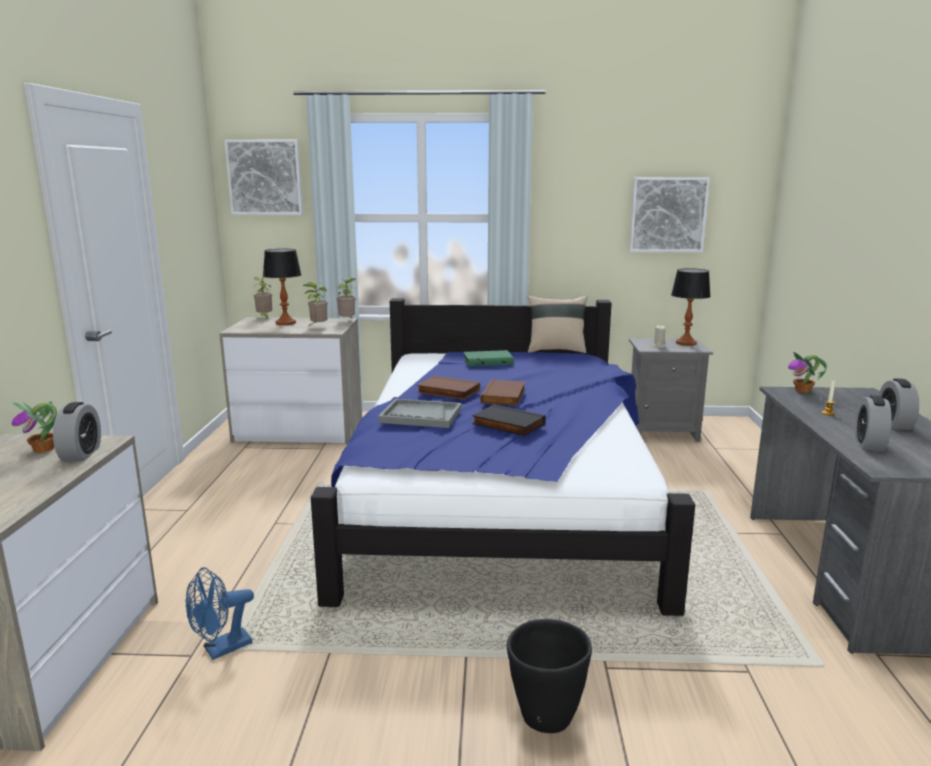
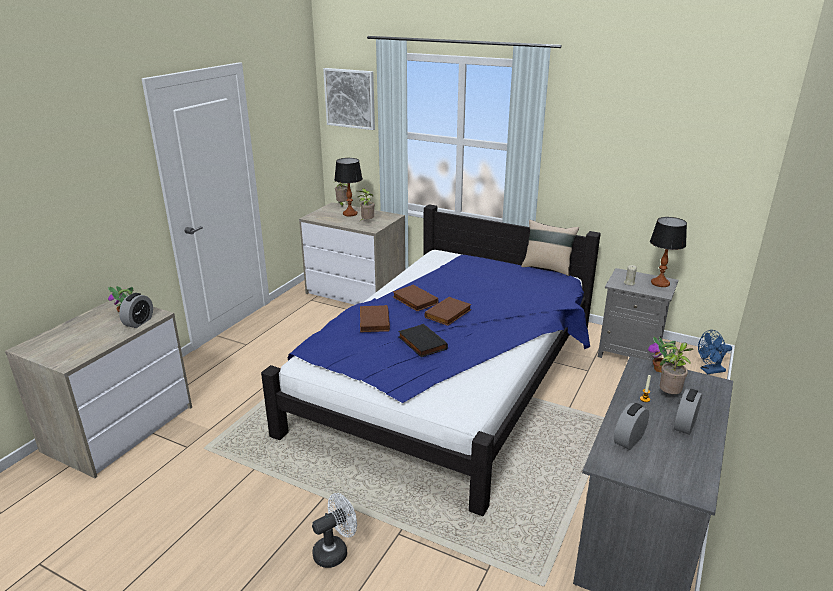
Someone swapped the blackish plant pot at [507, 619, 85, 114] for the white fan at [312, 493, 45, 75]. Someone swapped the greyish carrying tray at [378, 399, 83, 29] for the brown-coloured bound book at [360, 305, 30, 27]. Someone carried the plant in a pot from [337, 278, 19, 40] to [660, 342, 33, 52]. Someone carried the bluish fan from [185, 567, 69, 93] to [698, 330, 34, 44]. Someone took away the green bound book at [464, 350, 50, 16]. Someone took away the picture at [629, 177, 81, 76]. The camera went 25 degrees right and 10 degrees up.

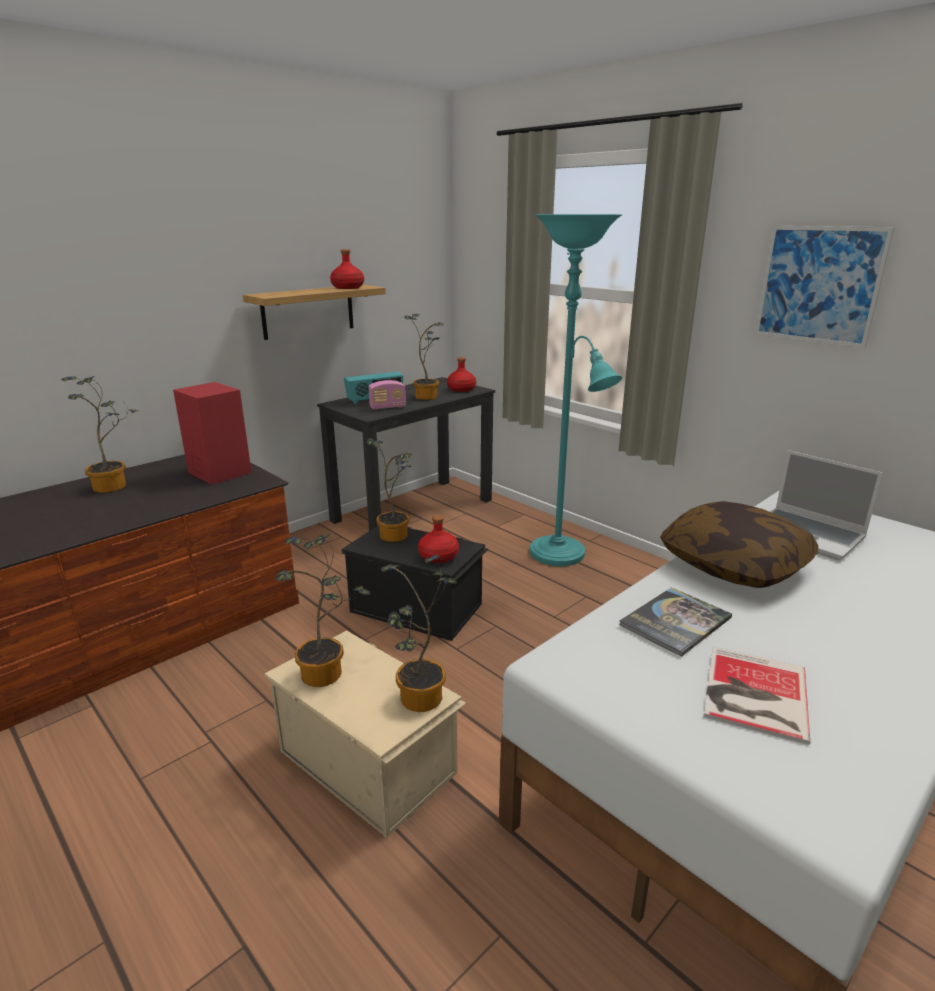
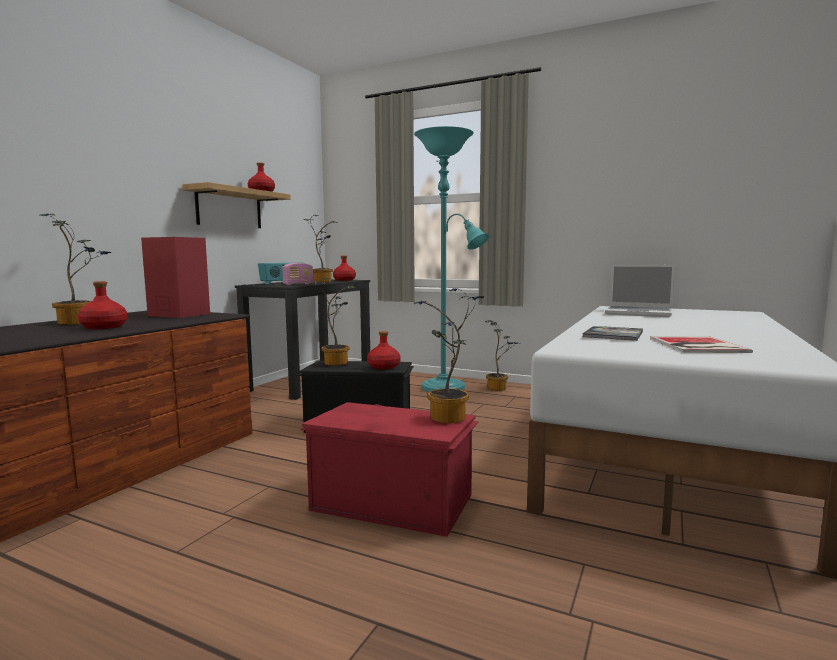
Someone put down the red-coloured bottle at [78, 281, 49, 48]. Someone repainted the sand-coloured storage bin at [265, 630, 202, 208], which became the red-coloured storage bin at [301, 402, 178, 135]. Someone carried the plant in a pot from [275, 534, 95, 153] to [485, 320, 33, 71]. Someone took away the pillow at [660, 501, 158, 87]. Someone took away the picture at [755, 226, 140, 122]. The camera went 20 degrees left and 15 degrees down.

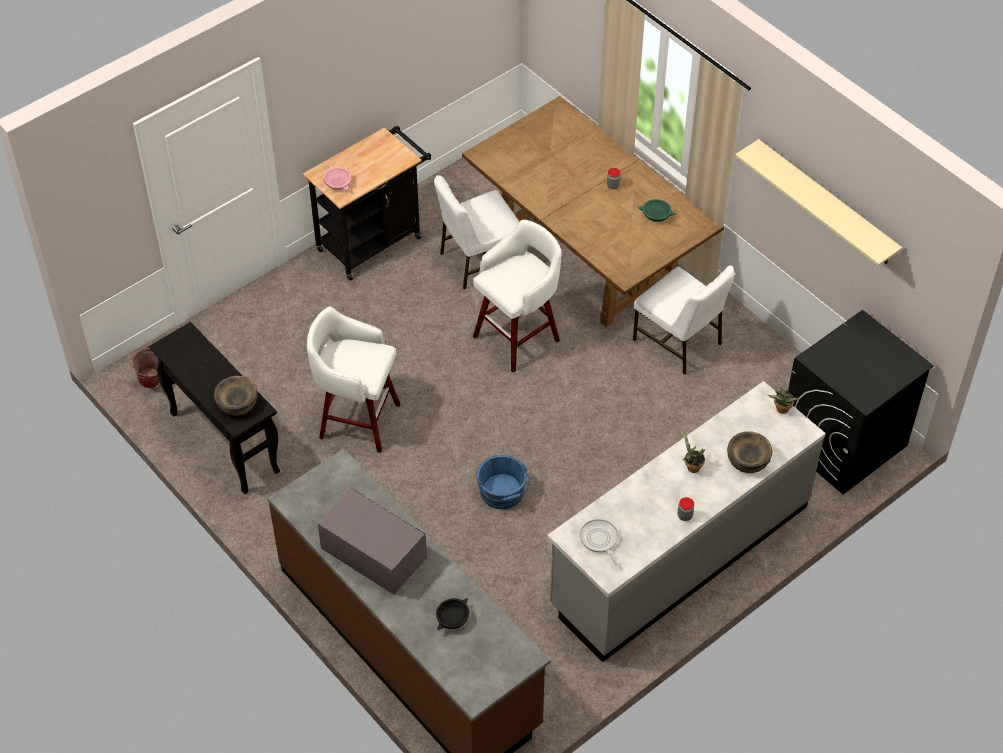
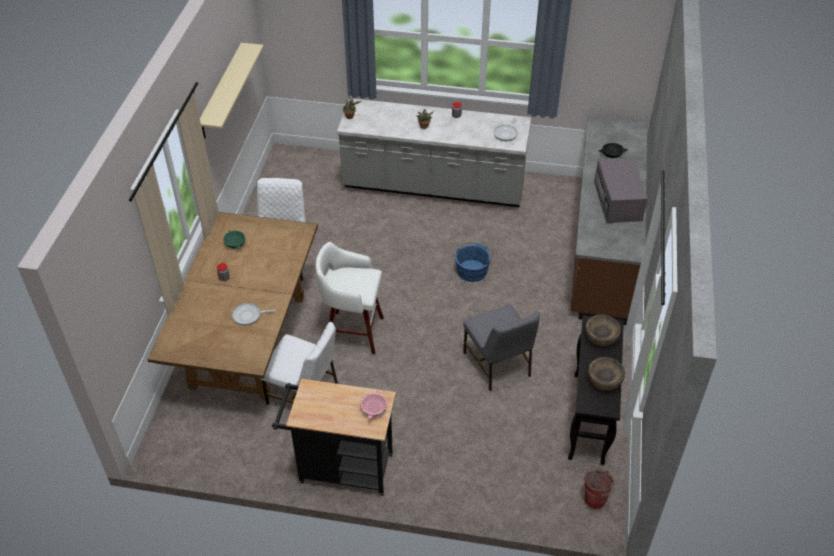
Someone put down the frying pan at [232, 303, 44, 23]. Someone swapped the white sitting stool at [307, 307, 94, 146] for the greyish plain chair at [463, 305, 77, 86]. Someone carried the brown-coloured deep dish from [727, 431, 45, 42] to [588, 357, 37, 34]. Someone took away the blackish washing machine at [788, 310, 146, 185]. The camera went 130 degrees left and 5 degrees down.

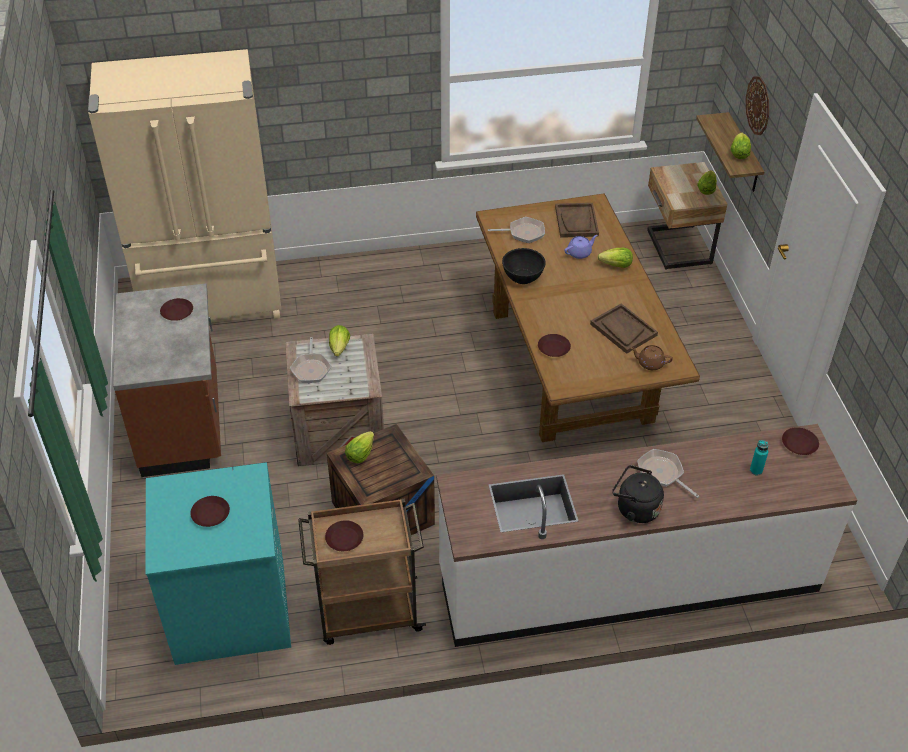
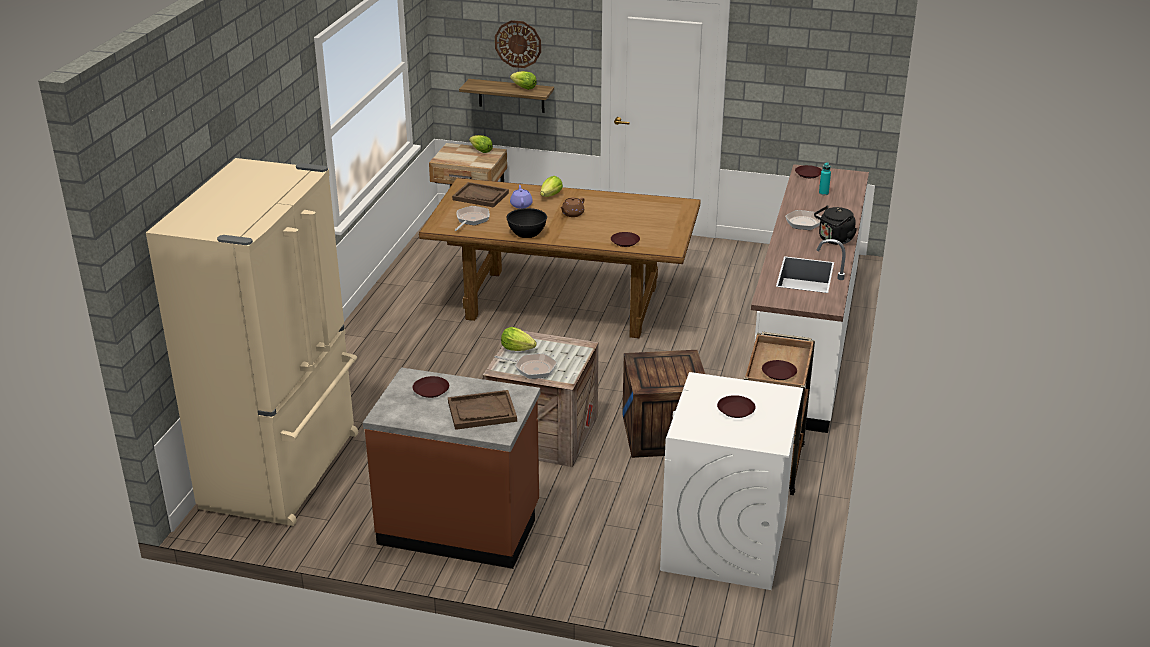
Someone carried the brown-coloured carrying tray from [590, 304, 68, 50] to [448, 390, 69, 40]. Someone carried the brown-coloured teapot from [630, 345, 43, 25] to [560, 197, 24, 20]. Someone repainted the blue-green washing machine at [145, 462, 146, 203], which became the white washing machine at [660, 372, 143, 218]. Someone took away the lettuce at [345, 431, 29, 32]. The camera went 65 degrees left and 15 degrees down.

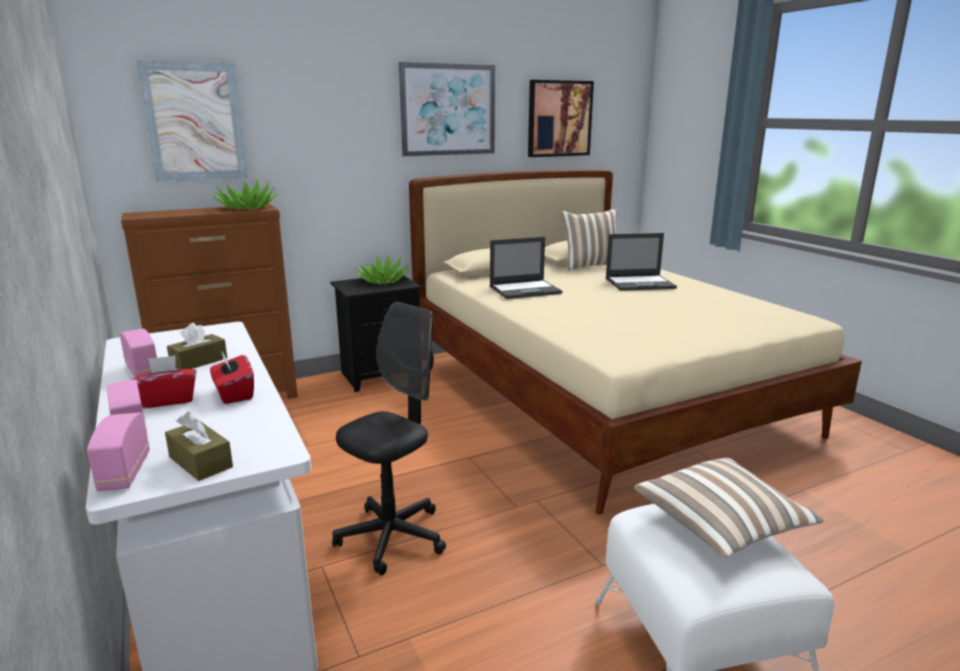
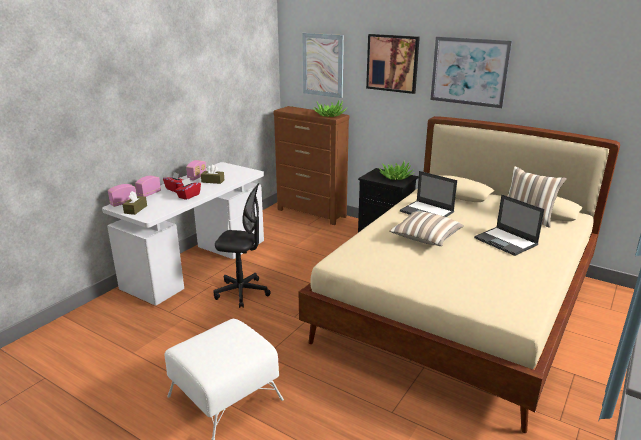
Someone carried the picture from [528, 80, 66, 77] to [366, 34, 54, 60]. Someone carried the pillow from [634, 458, 190, 100] to [389, 211, 75, 35]. The camera went 60 degrees right and 5 degrees up.

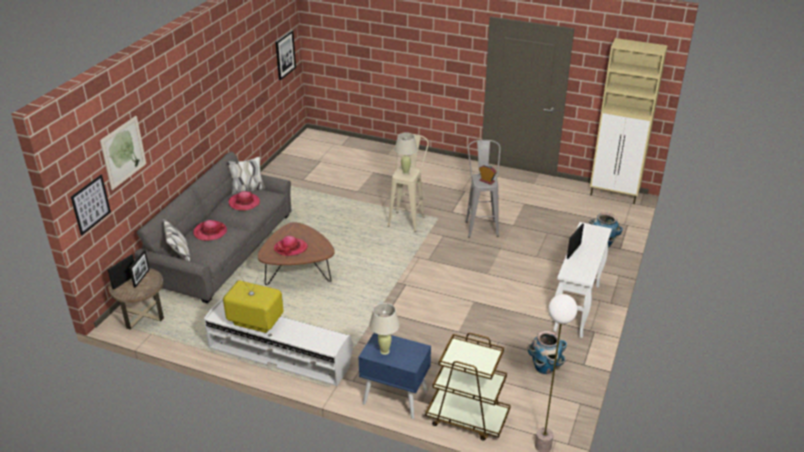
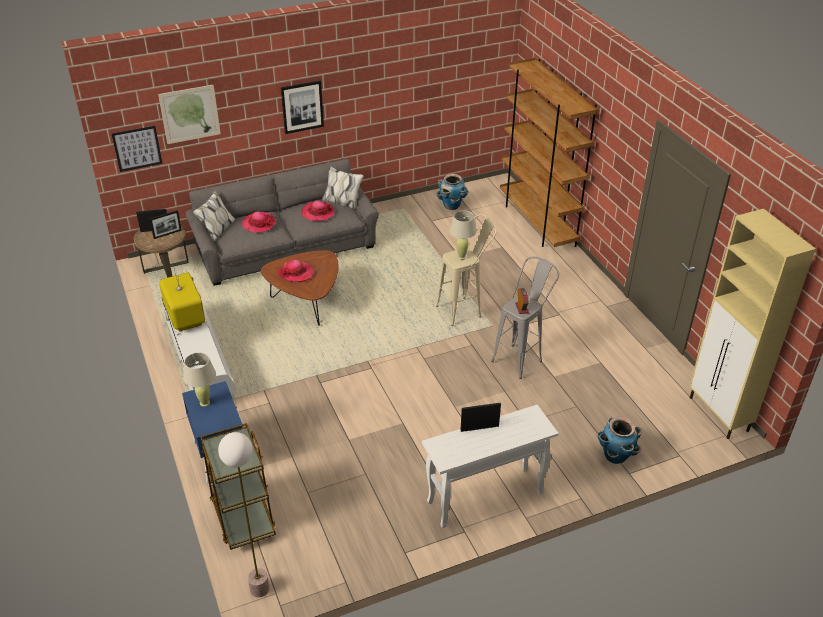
Someone carried the picture from [275, 30, 21, 50] to [281, 81, 43, 53]. Someone carried the plant pot from [527, 331, 40, 43] to [436, 174, 33, 36]. Someone put down the brown-coloured bookcase at [500, 58, 99, 189]. The camera went 45 degrees right and 5 degrees up.

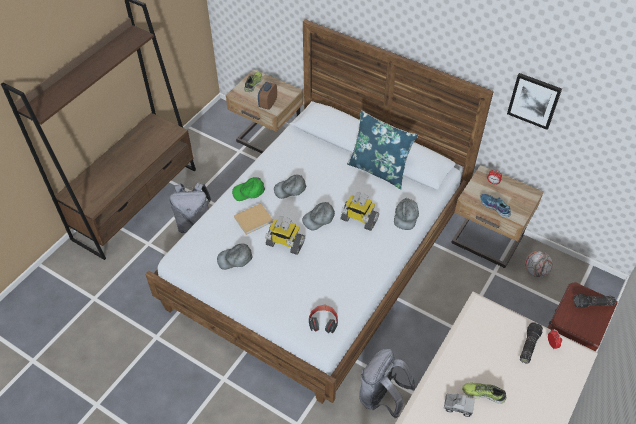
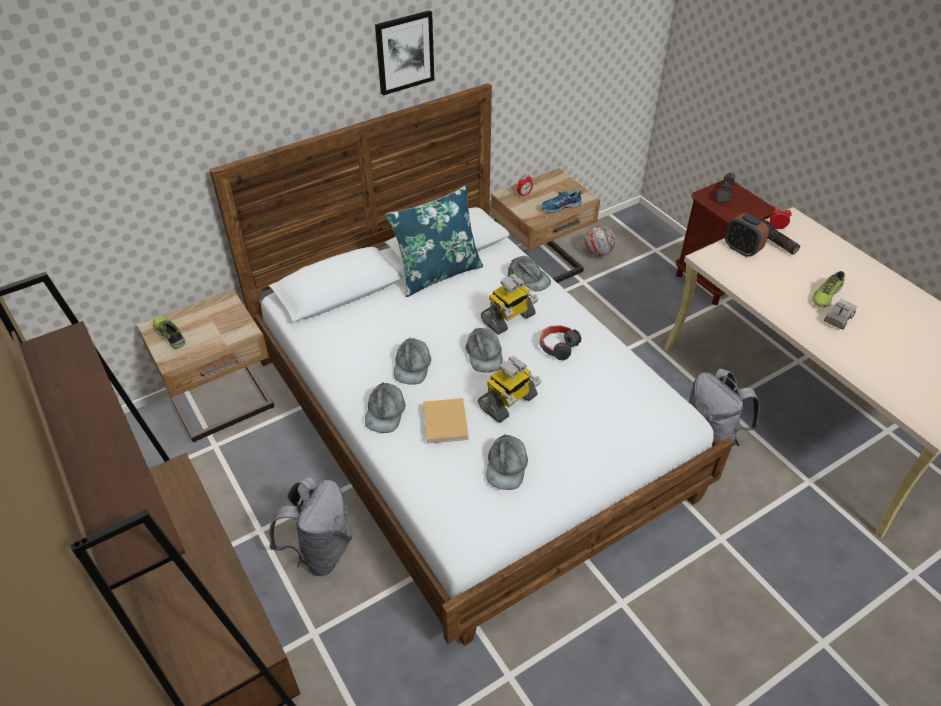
Someone repainted the green cap at [232, 177, 33, 24], which became the greyish cap at [365, 382, 41, 51]. Someone carried the picture from [507, 73, 55, 57] to [375, 10, 59, 85]. Someone carried the headset from [309, 304, 29, 29] to [540, 325, 41, 35]. Someone carried the bedside clock from [258, 82, 19, 28] to [725, 213, 44, 44]. The camera went 65 degrees left and 5 degrees down.

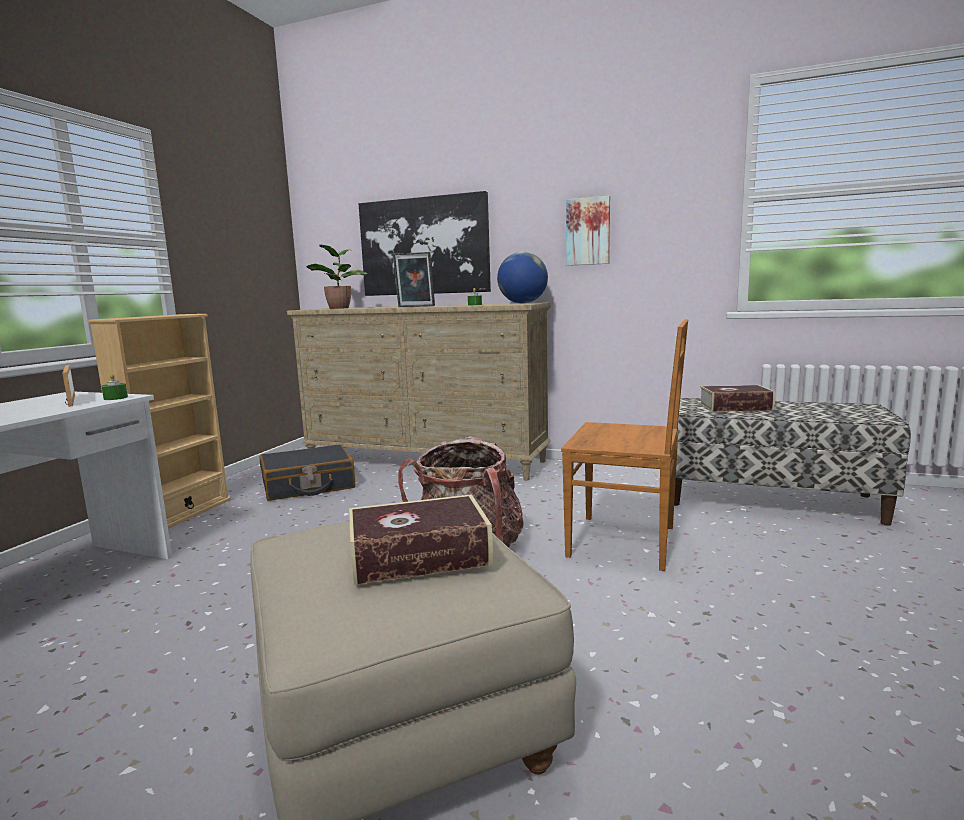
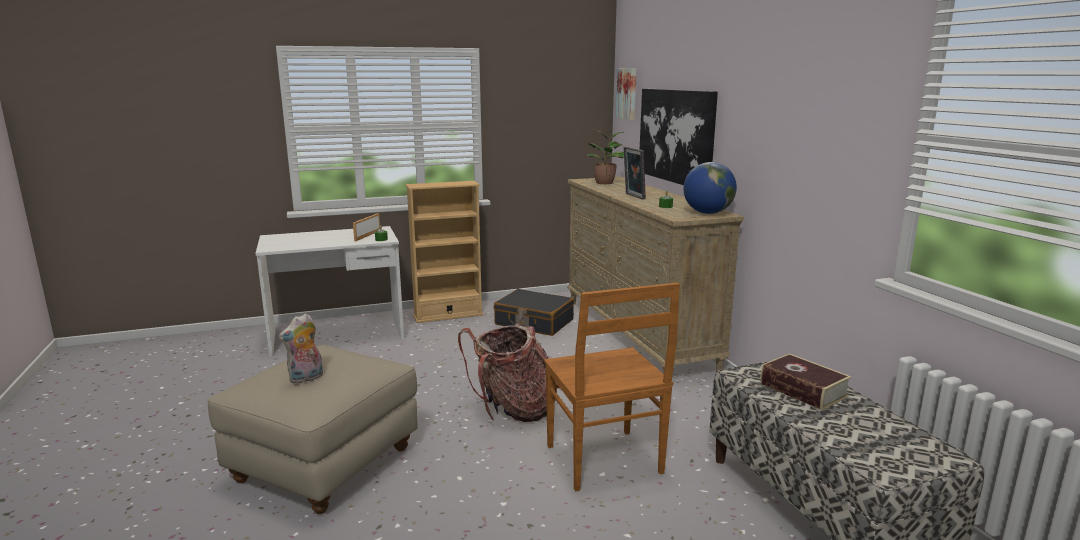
Someone swapped the bound book at [349, 494, 144, 91] for the plush toy at [279, 313, 44, 71]. Someone carried the picture from [566, 196, 44, 70] to [616, 68, 21, 52]. The camera went 50 degrees right and 5 degrees up.

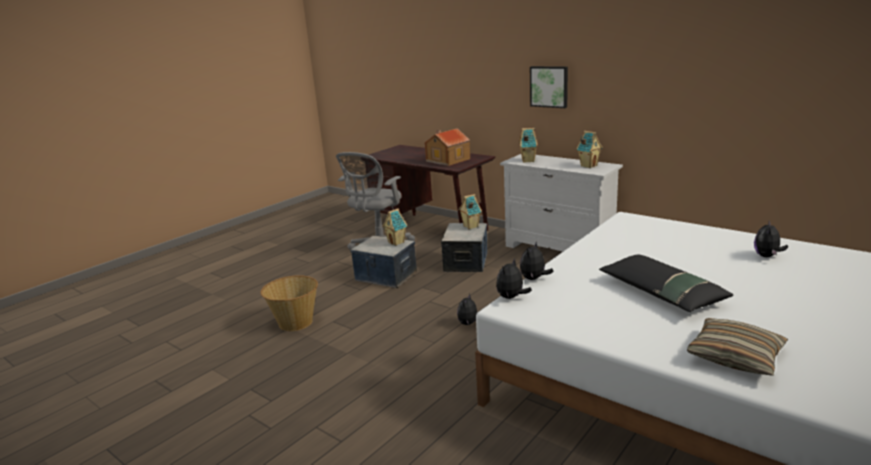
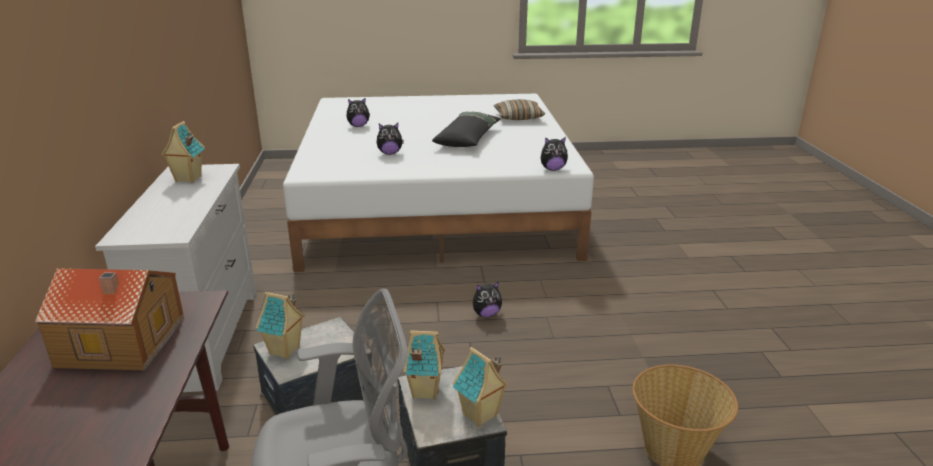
Someone carried the plush toy from [520, 242, 33, 38] to [376, 123, 28, 32]. Someone carried the miniature house from [519, 128, 19, 35] to [453, 347, 56, 80]. Someone took away the picture at [530, 66, 38, 42]. The camera went 135 degrees left and 5 degrees up.

